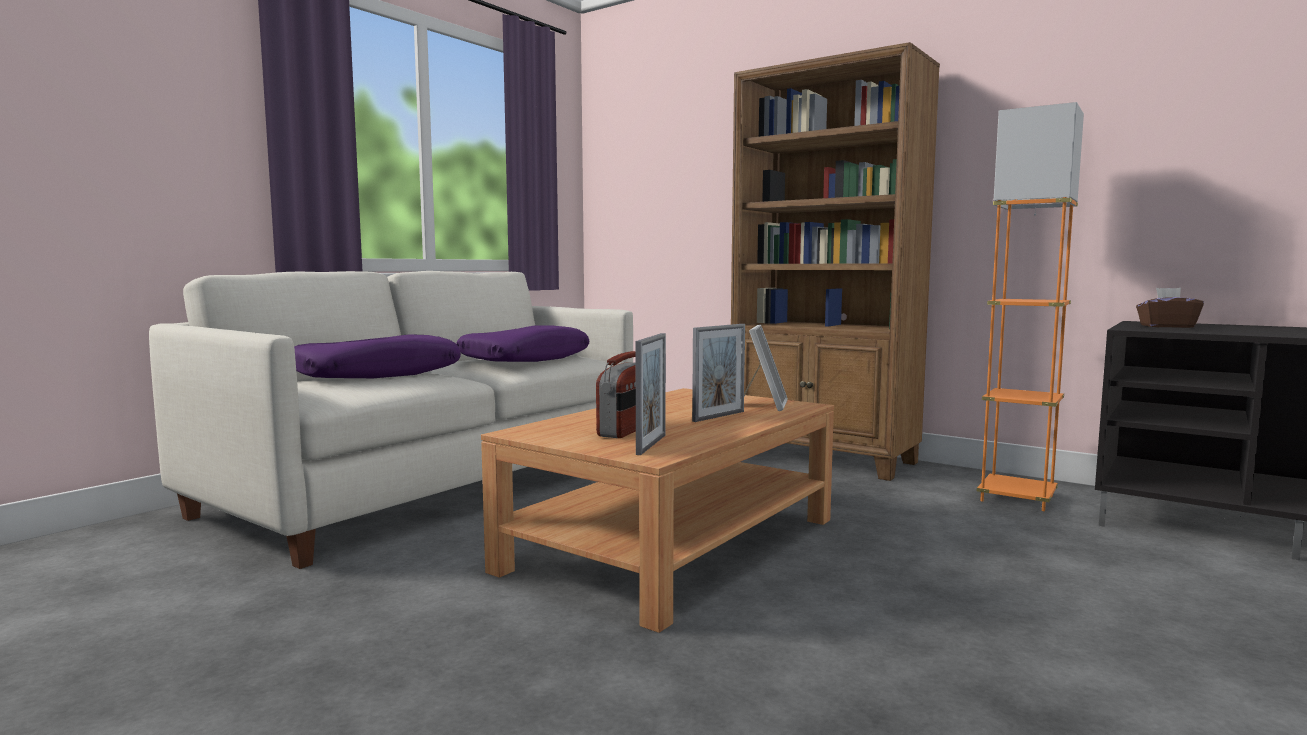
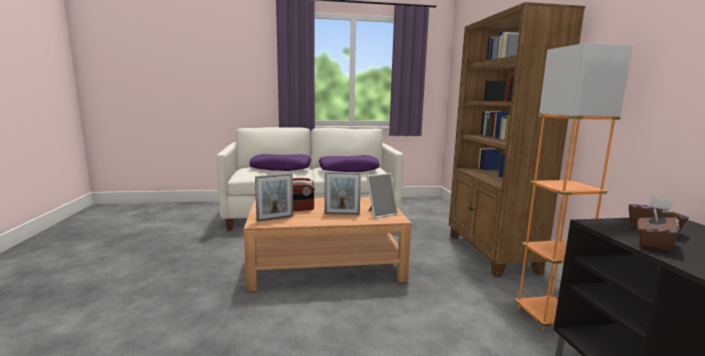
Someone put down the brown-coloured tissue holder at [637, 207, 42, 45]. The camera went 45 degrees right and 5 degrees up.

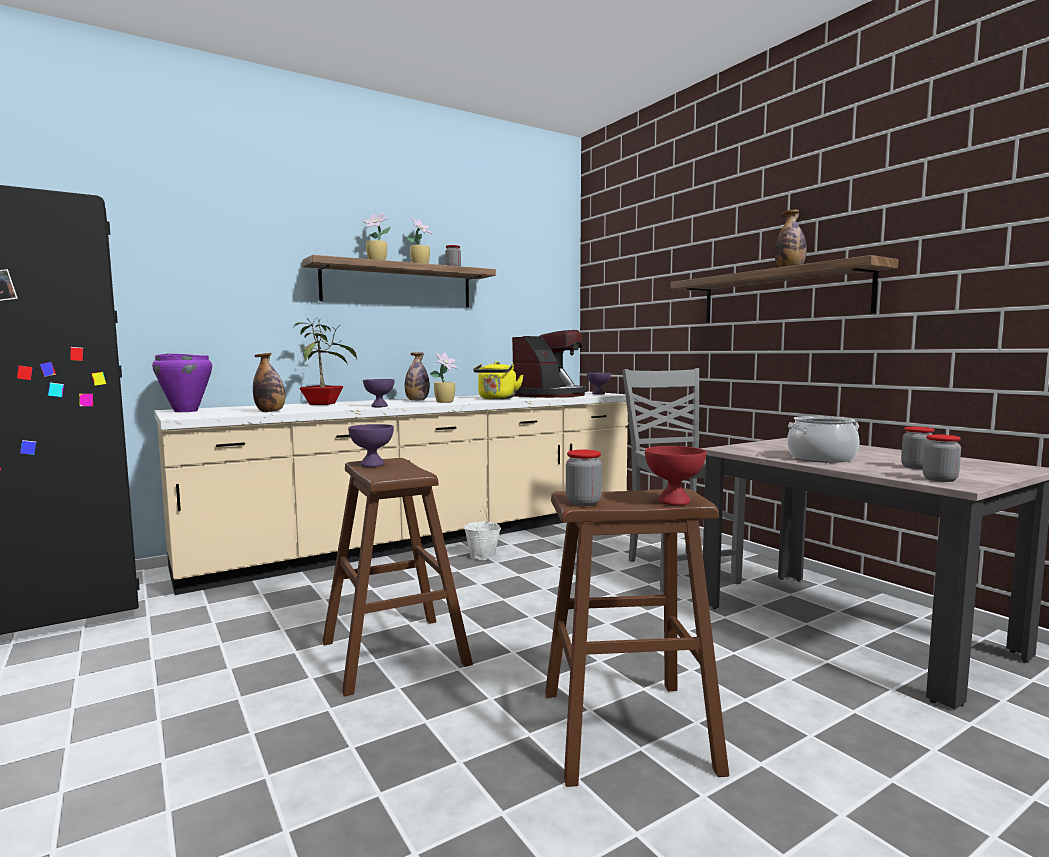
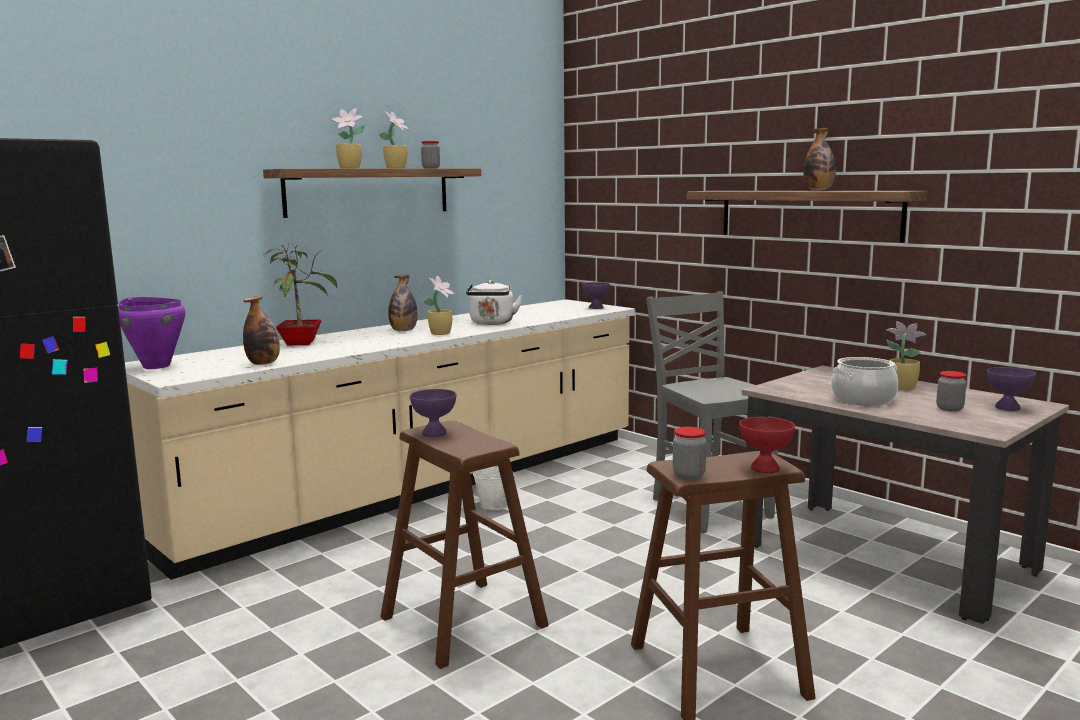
Someone repainted the yellow-coloured kettle at [473, 361, 51, 38], which became the white kettle at [466, 280, 57, 45]. Someone put down the plant in a pot at [886, 322, 40, 68]. Someone carried the purple deep dish from [363, 379, 32, 28] to [987, 367, 49, 44]. Someone took away the coffee machine at [512, 330, 75, 68]. Someone took away the jar at [923, 434, 38, 48]. The camera went 10 degrees left and 5 degrees up.

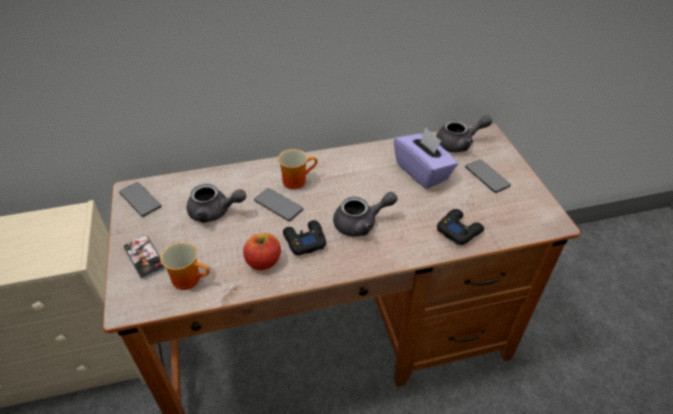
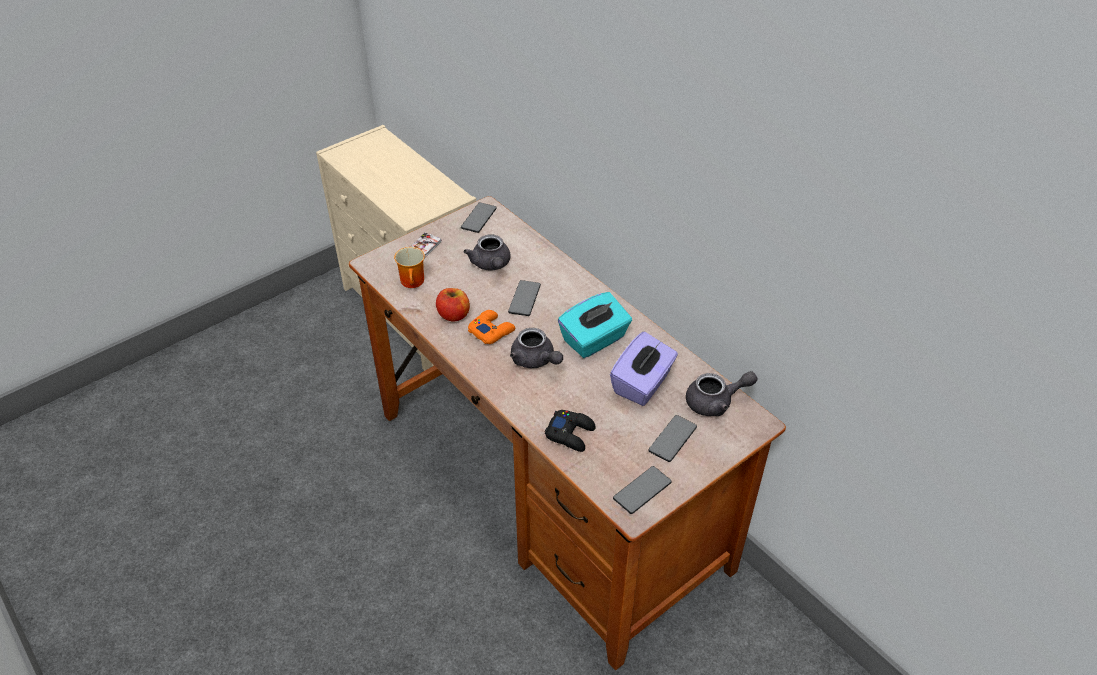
Someone repainted the blackish game controller at [283, 220, 43, 36], which became the orange game controller at [468, 310, 47, 34]. Someone put down the blue-green tissue holder at [558, 292, 74, 66]. Someone put down the handset at [613, 466, 59, 48]. Someone rotated the greyish teapot at [436, 115, 56, 38] by 60 degrees counterclockwise. Someone took away the coffee mug at [278, 149, 39, 41]. The camera went 65 degrees right and 0 degrees up.

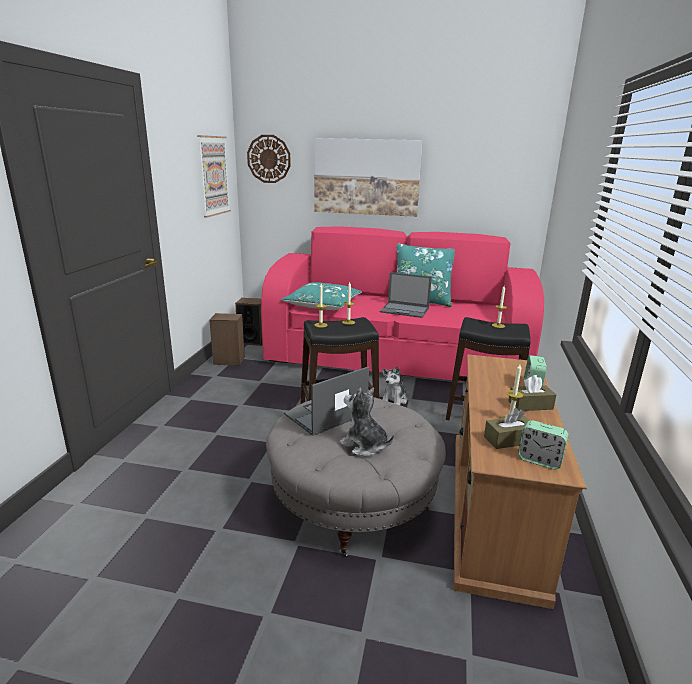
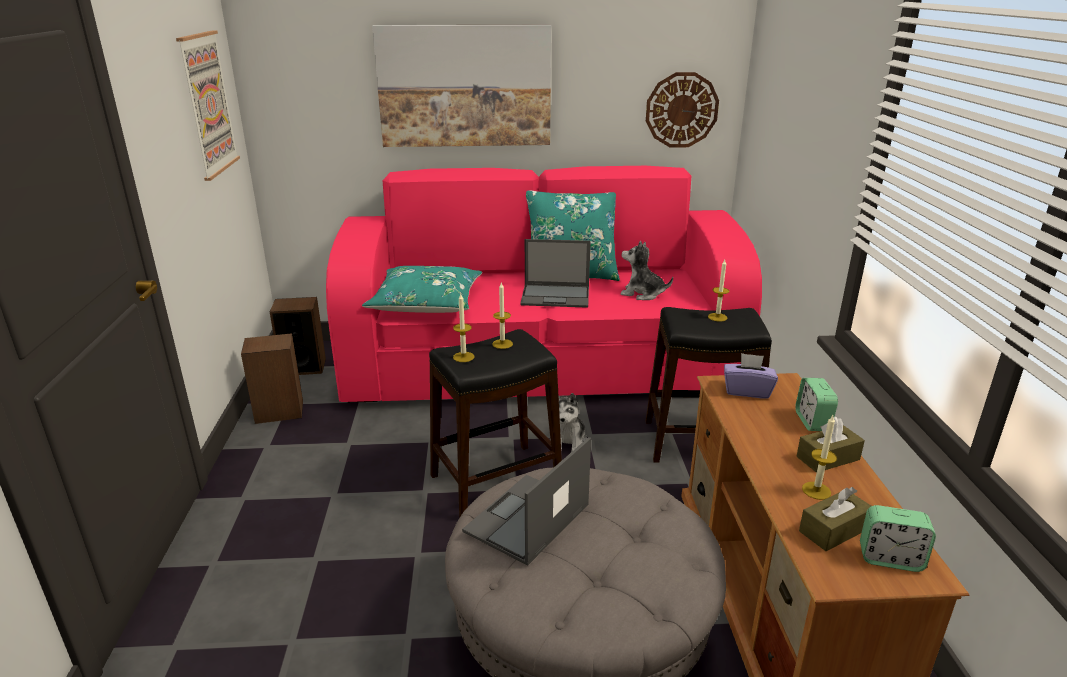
Someone carried the plush toy from [339, 387, 55, 69] to [621, 241, 52, 59]. Someone carried the wall clock from [247, 135, 44, 48] to [646, 72, 73, 76]. Someone put down the purple tissue holder at [724, 353, 54, 46]. The camera went 15 degrees left and 5 degrees up.

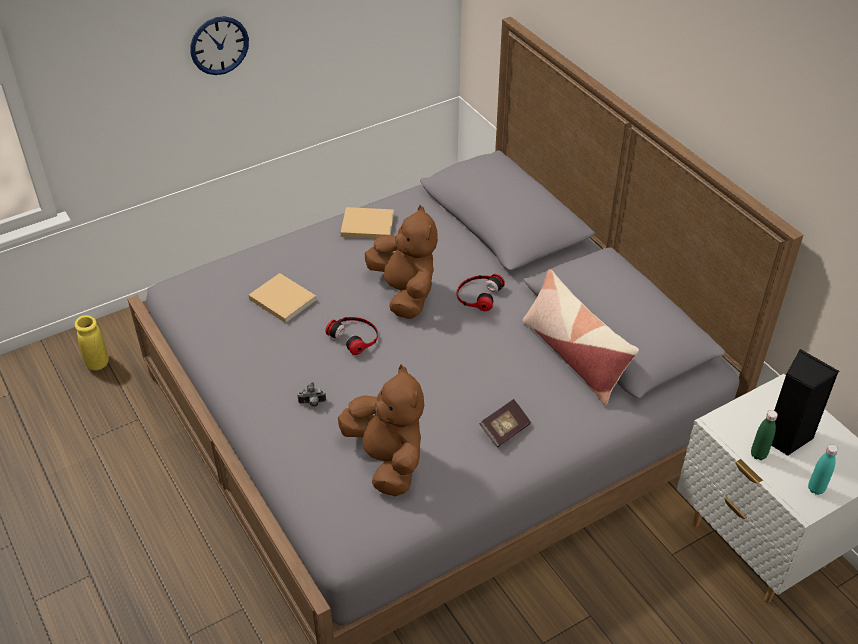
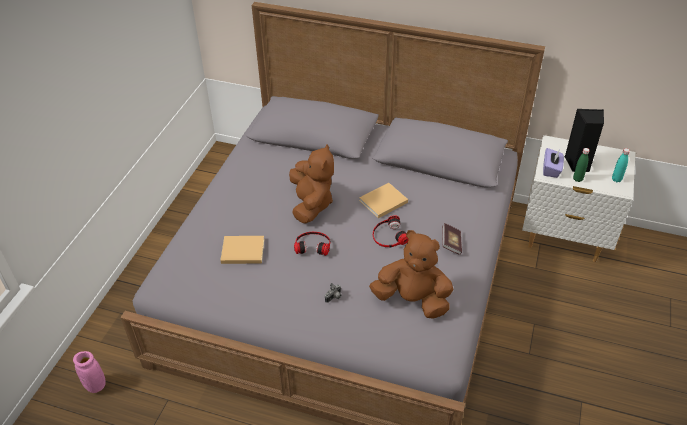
Someone repainted the yellow-coloured flower vase at [75, 315, 34, 55], which became the pink-coloured flower vase at [73, 351, 33, 42]. Someone rotated the brown-coloured plush toy at [365, 205, 73, 114] by 60 degrees clockwise. Someone carried the sand-coloured bound book from [341, 207, 53, 32] to [359, 183, 49, 35]. Someone carried the headset from [457, 274, 48, 37] to [373, 215, 35, 33]. Someone put down the purple tissue holder at [543, 148, 21, 30]. Someone took away the wall clock at [190, 16, 59, 59]. Someone took away the pillow at [523, 269, 116, 136]. The camera went 40 degrees left and 0 degrees up.

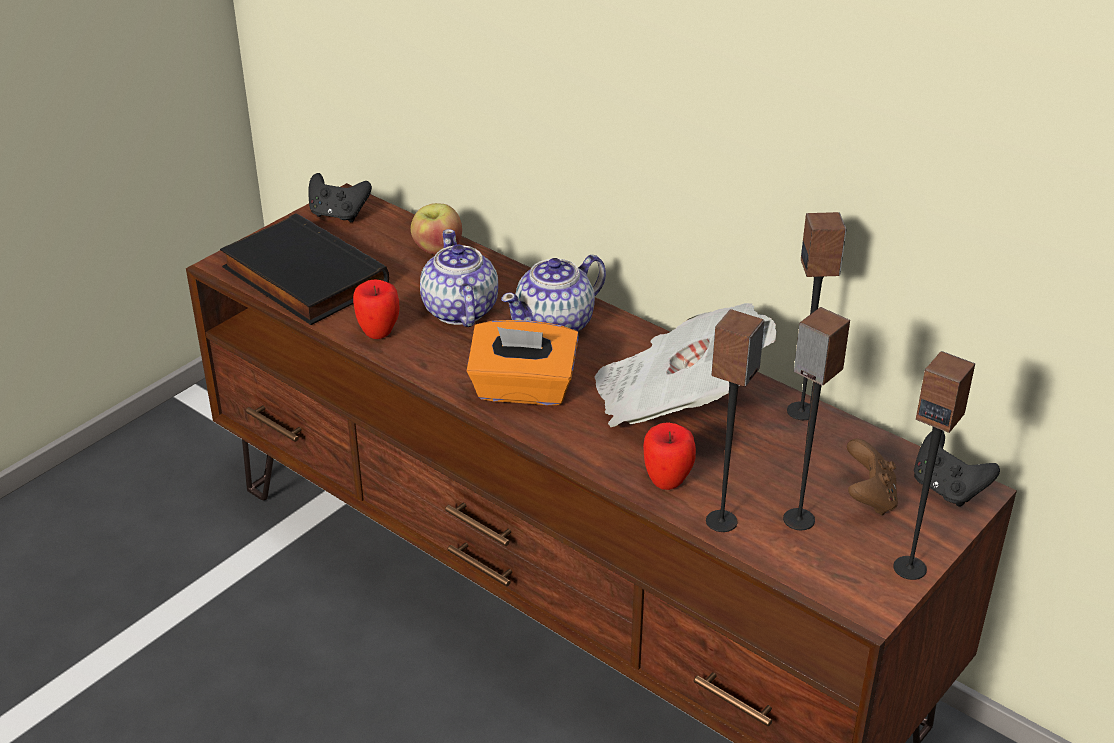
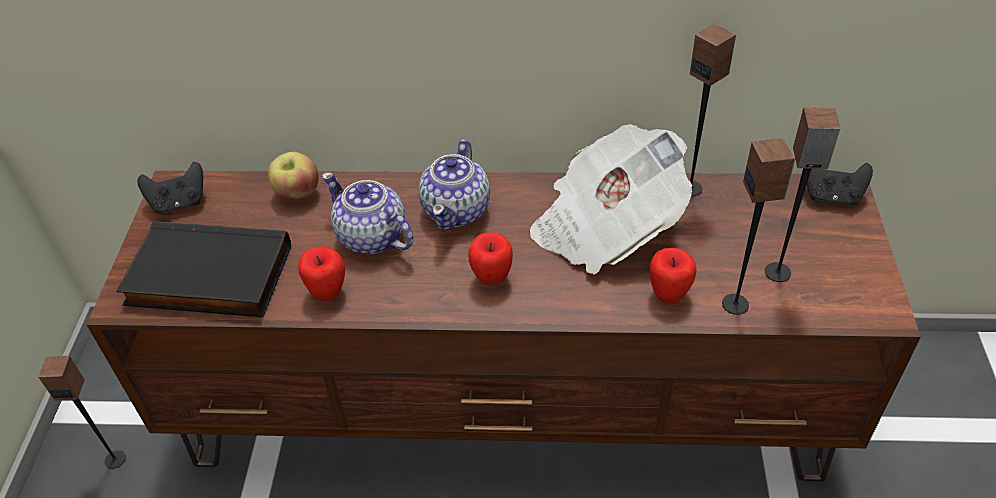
Someone carried the audio speaker from [893, 351, 82, 229] to [38, 355, 88, 114]. Someone swapped the orange tissue holder at [467, 320, 112, 85] for the whole apple at [468, 233, 45, 52]. Someone took away the brown-coloured game controller at [847, 439, 51, 77]. The camera went 35 degrees left and 10 degrees up.

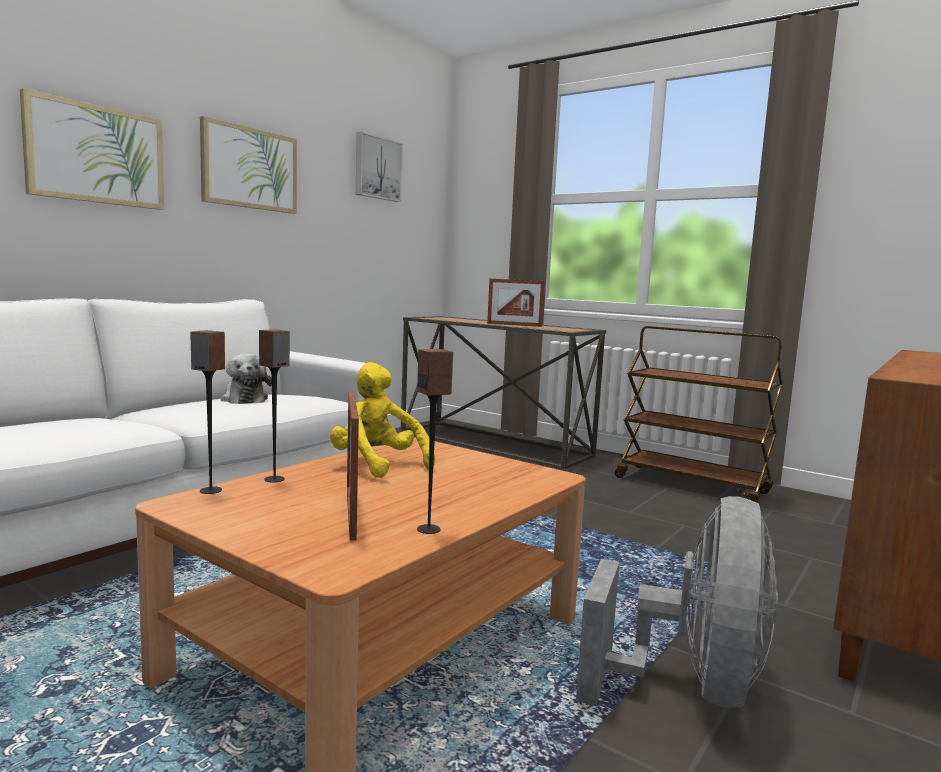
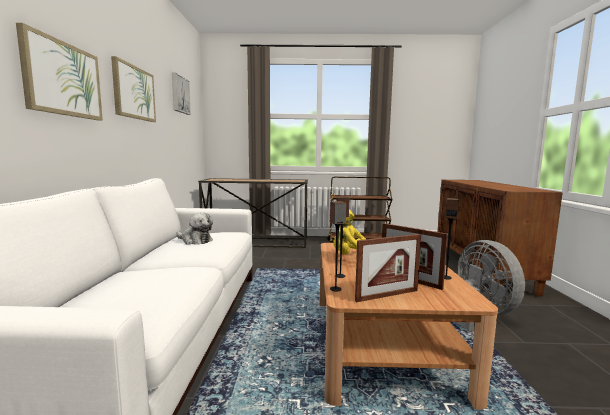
Someone carried the standing frame from [487, 279, 58, 48] to [355, 234, 66, 68]. The camera went 35 degrees left and 0 degrees up.

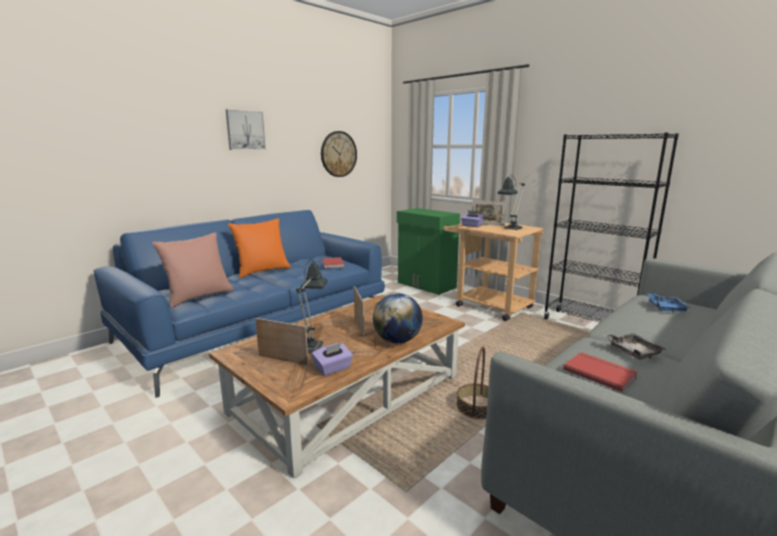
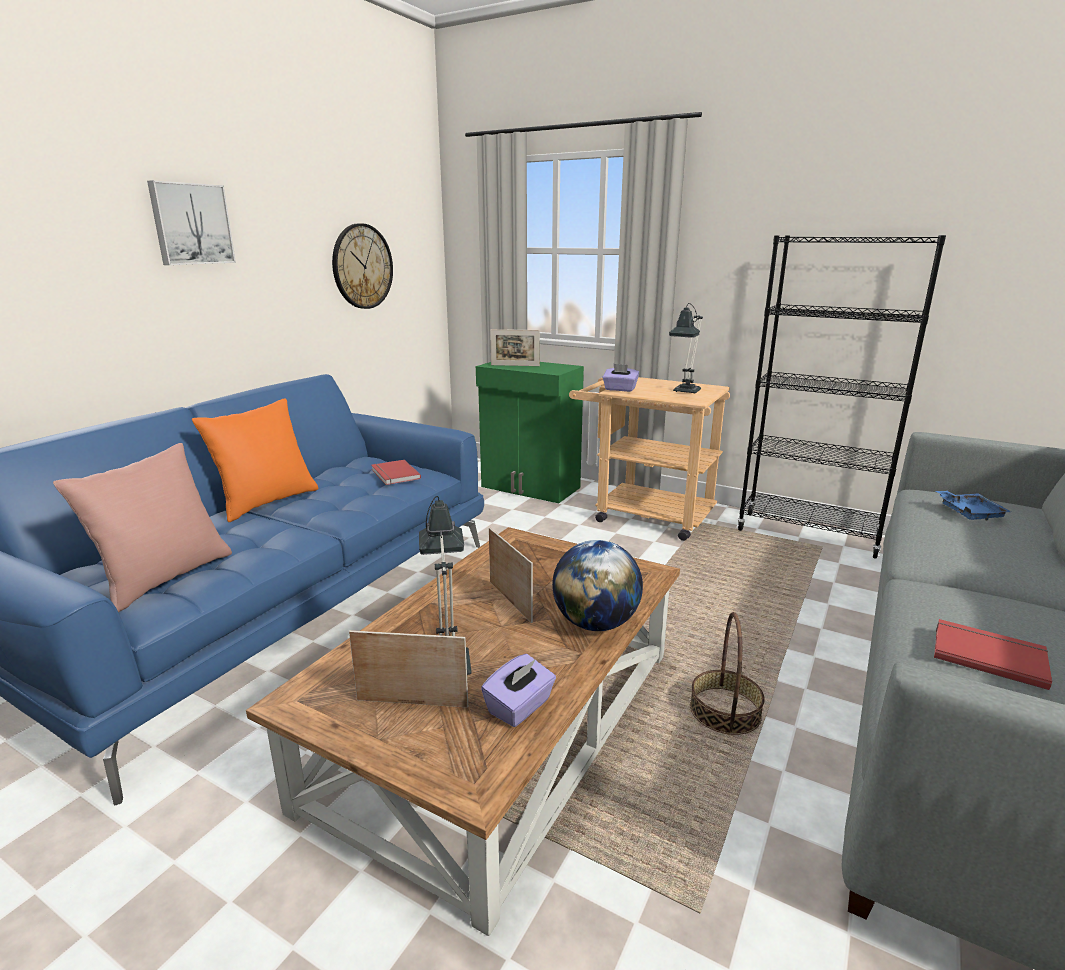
Someone carried the standing frame from [472, 200, 34, 26] to [490, 329, 50, 37]. Someone took away the greyish carrying tray at [602, 333, 64, 27]. The camera went 15 degrees left and 5 degrees up.

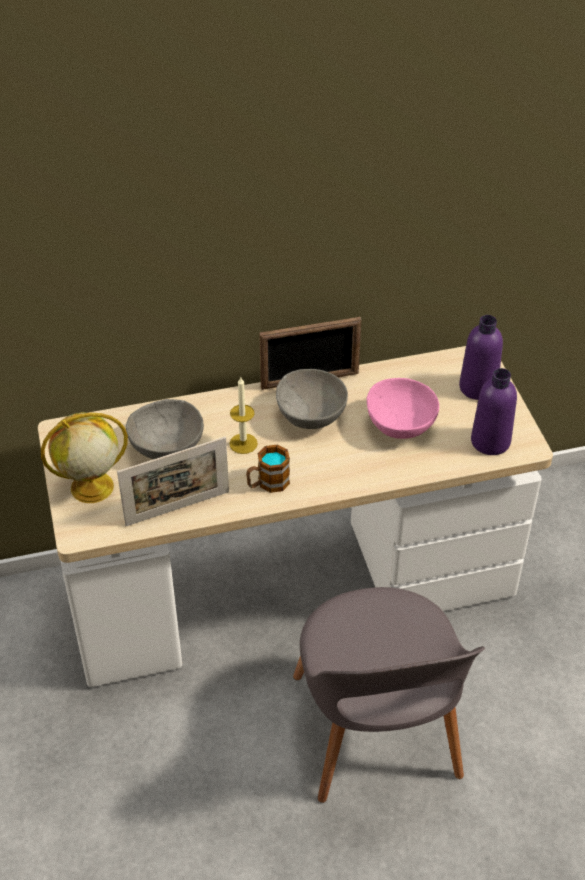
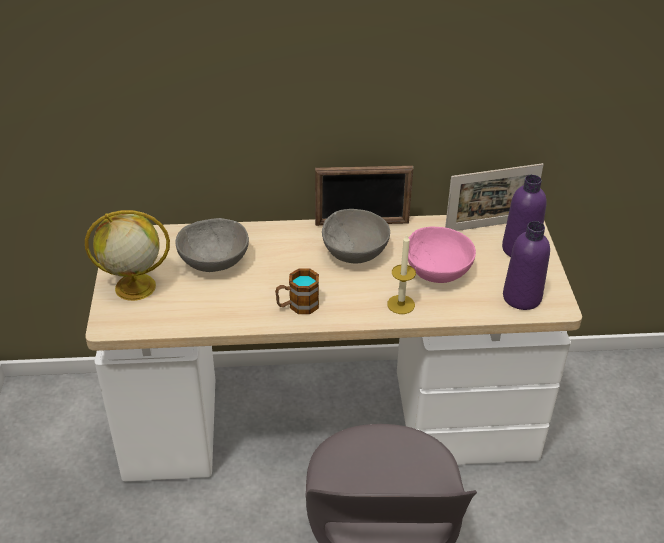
Someone carried the candle from [229, 376, 29, 78] to [387, 235, 29, 79]. Someone carried the standing frame from [117, 437, 112, 89] to [445, 163, 99, 68]. The camera went 10 degrees right and 5 degrees down.

